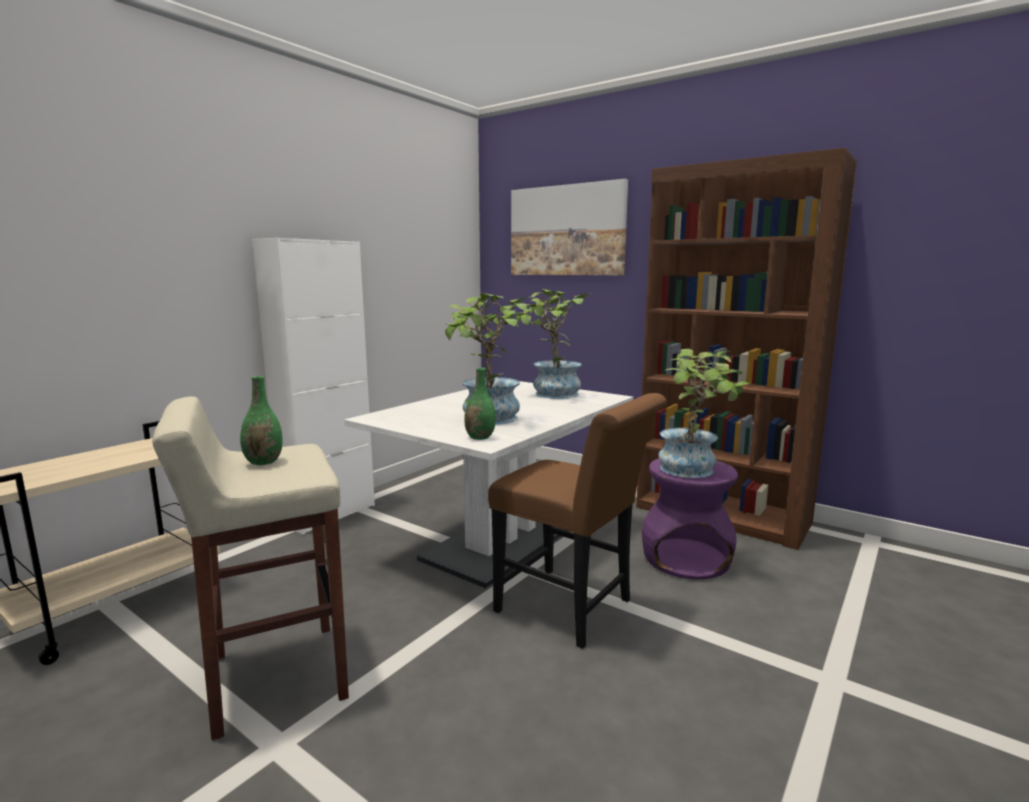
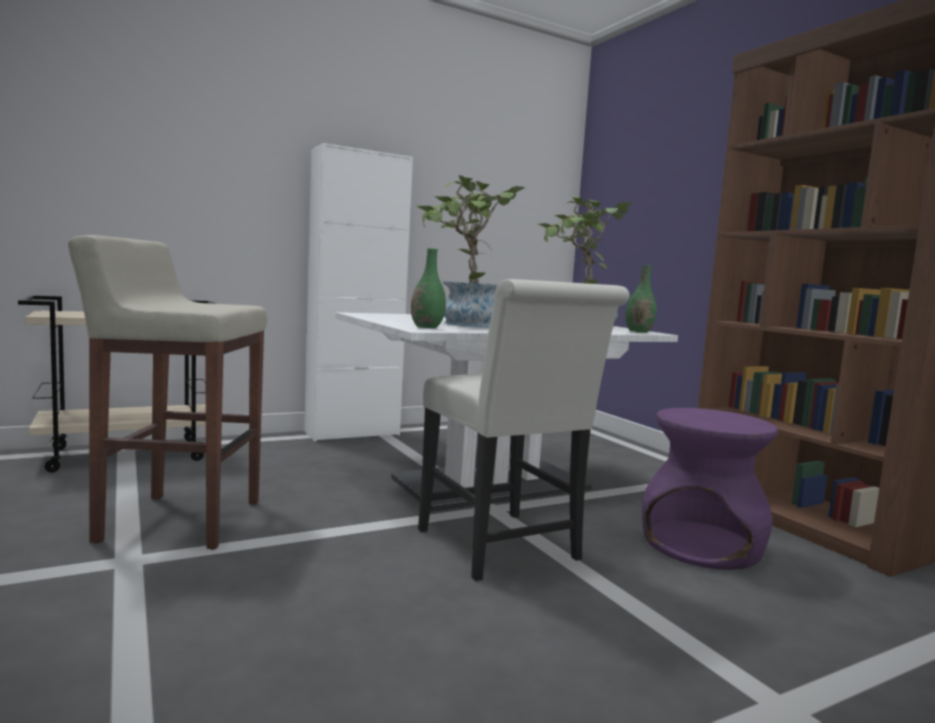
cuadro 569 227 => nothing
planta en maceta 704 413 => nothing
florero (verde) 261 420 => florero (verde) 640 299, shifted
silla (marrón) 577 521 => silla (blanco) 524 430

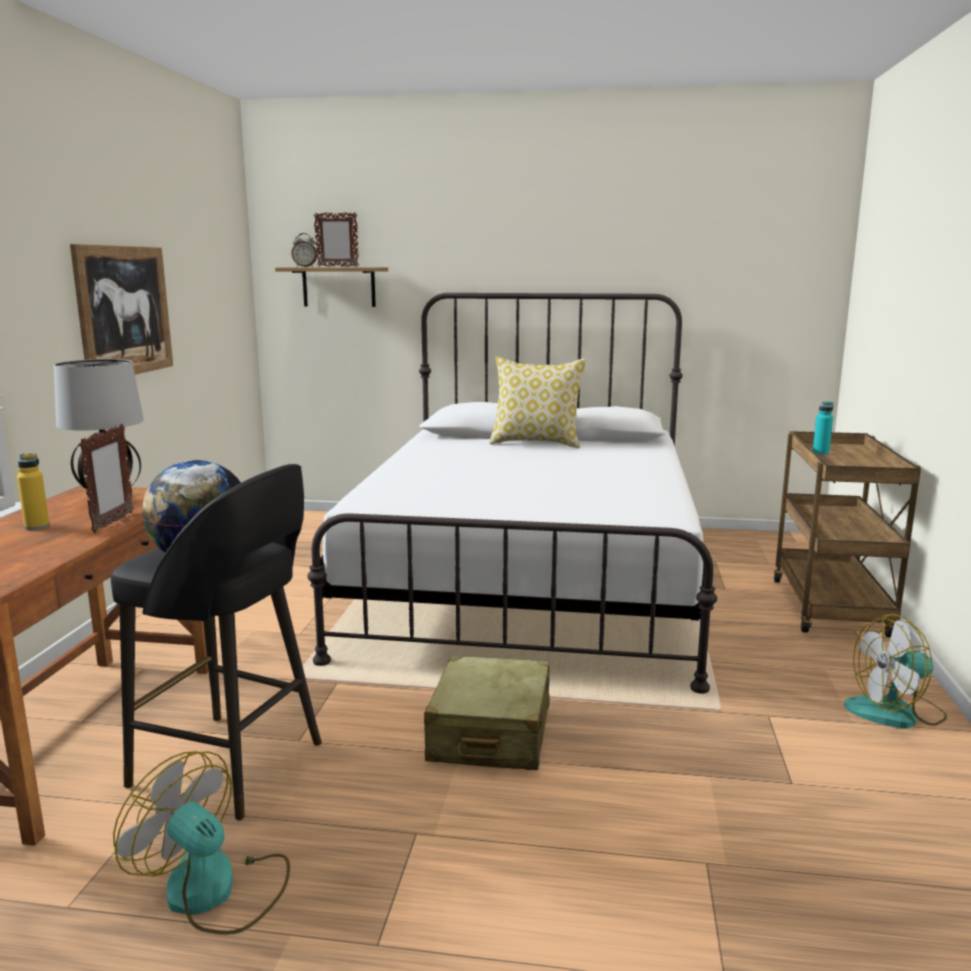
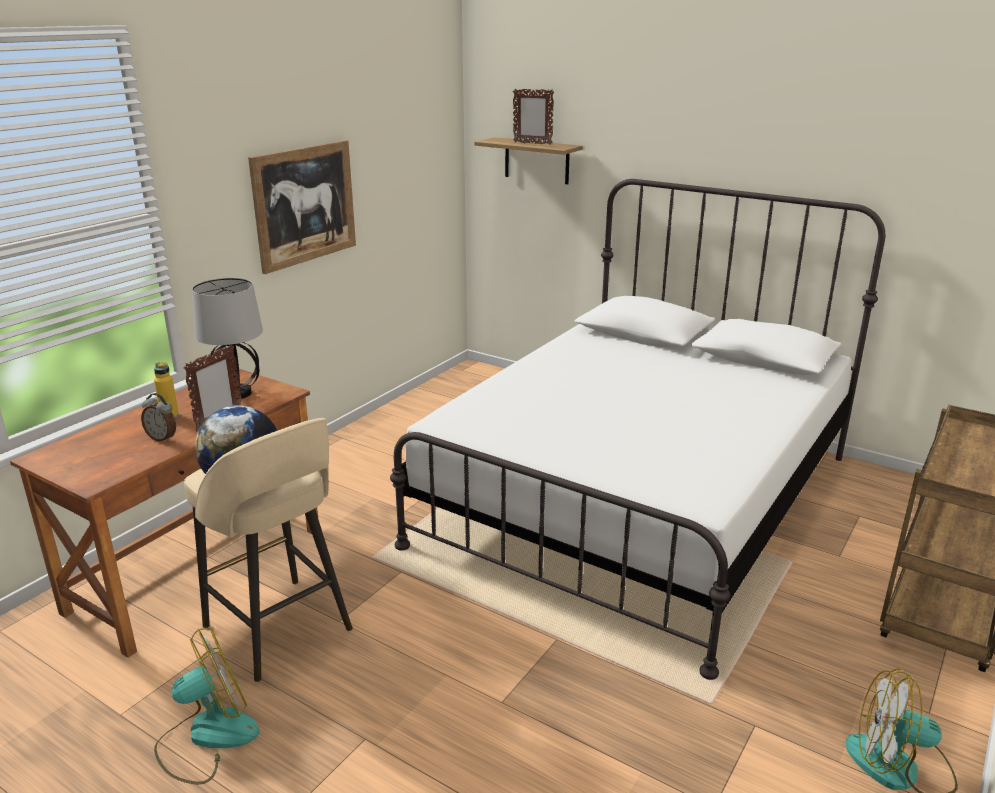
maleta (beis) 487 713 => nothing
cojín 538 402 => nothing
botella (turquesa) 823 428 => nothing
despertador 304 250 => despertador 158 417, shifted
taburete (negro) 216 642 => taburete (beis) 268 550
ventilador 201 843 => ventilador 206 706, 90 degrees clockwise

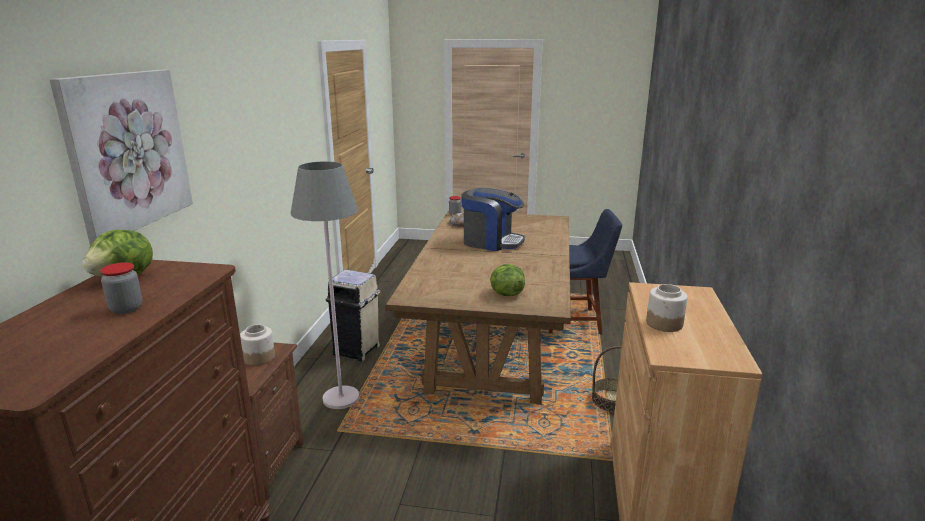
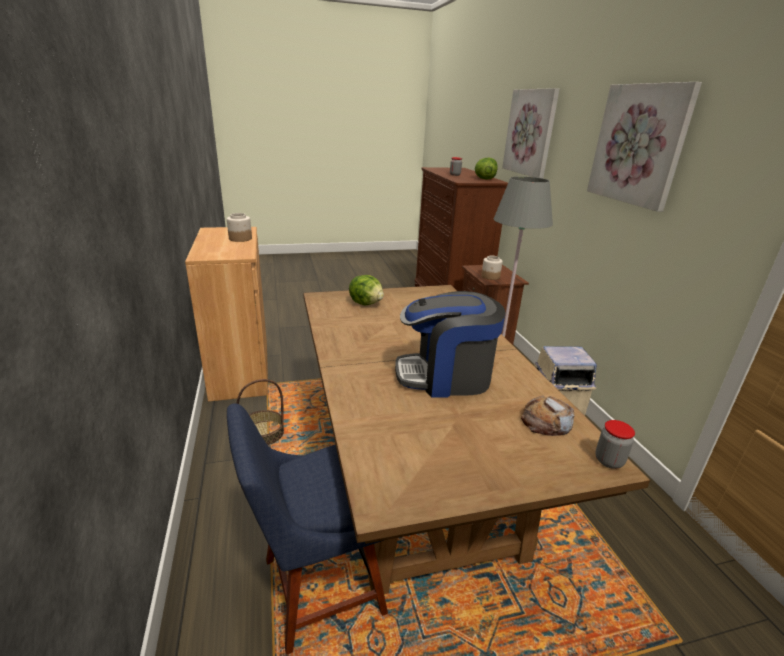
nothing => cuadro 644 147

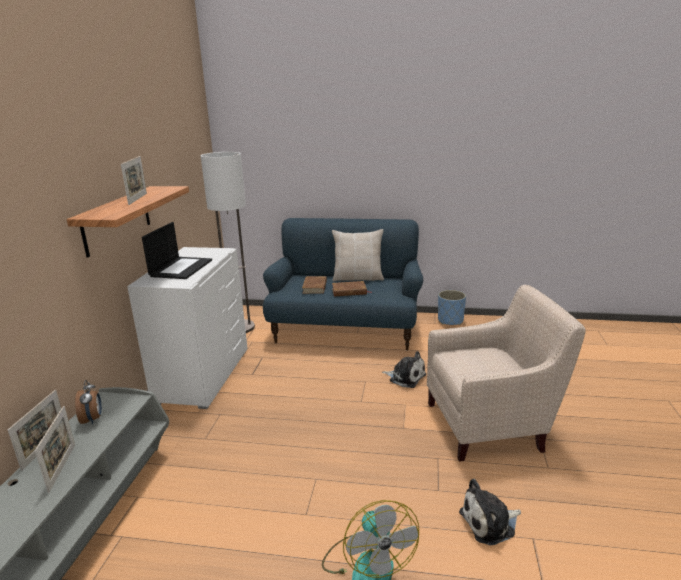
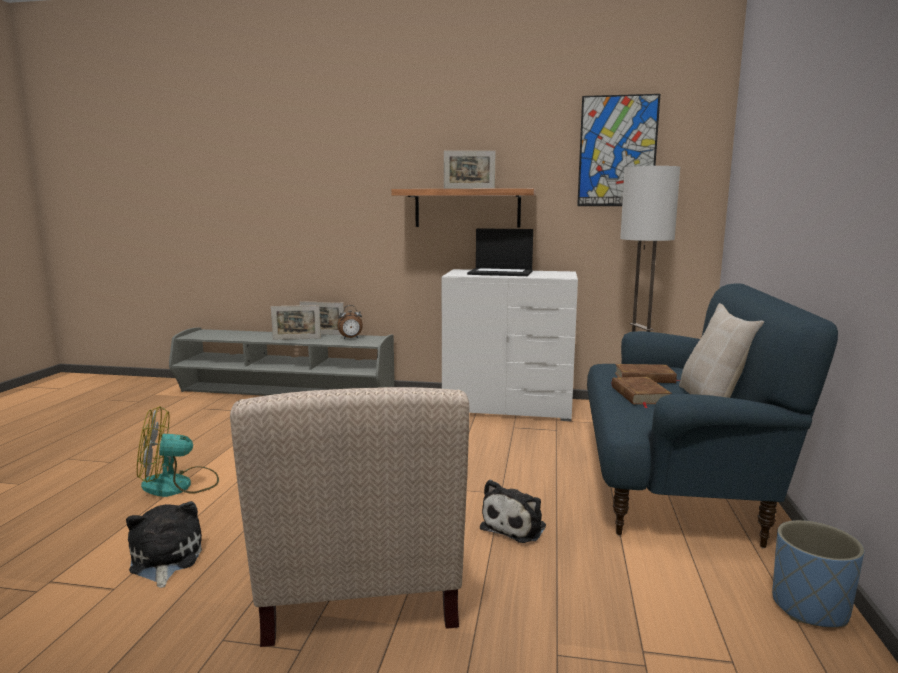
nothing => cuadro 618 150

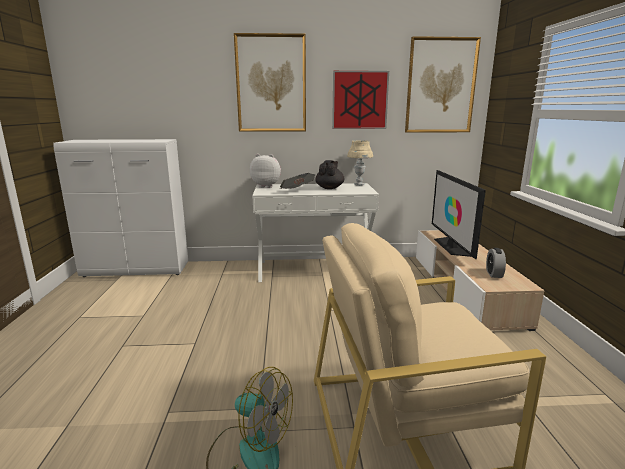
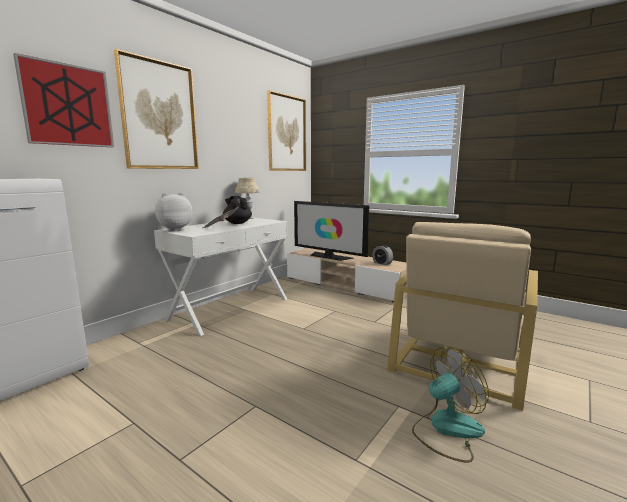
cuadro 360 100 => cuadro 63 100, shifted

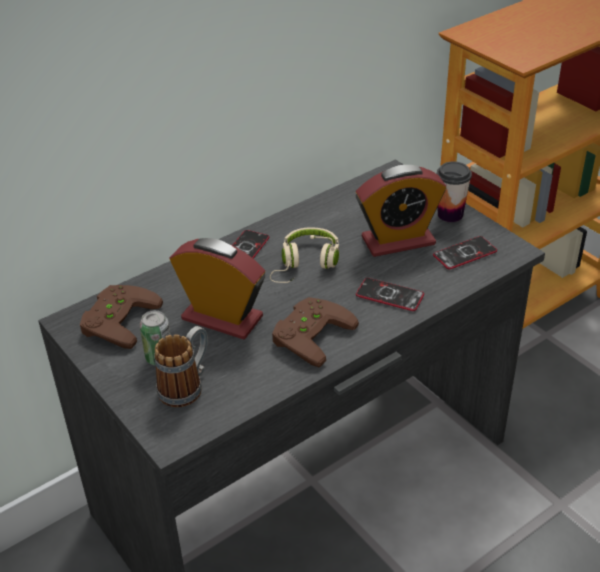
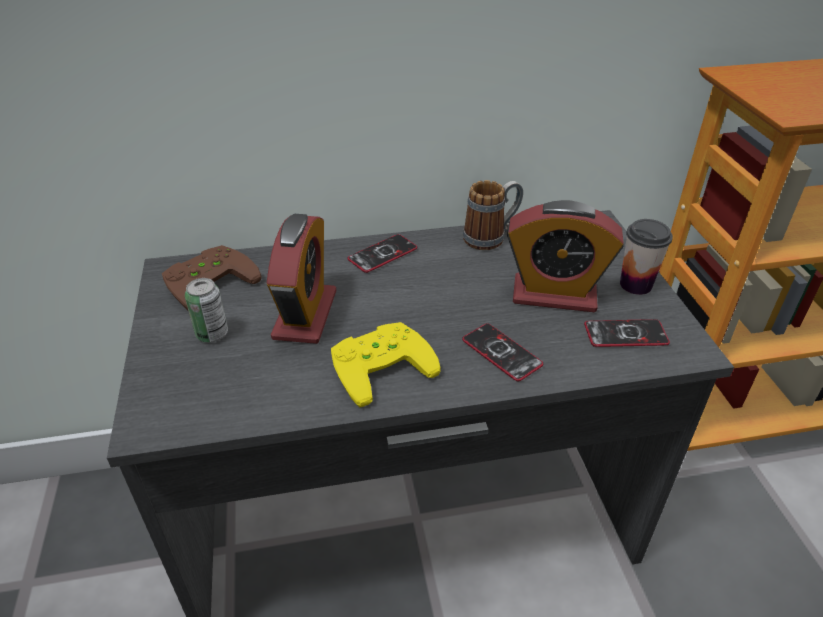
auriculares (beis) 304 255 => nothing
taza grande 181 366 => taza grande 493 215, shifted
mando de consola (marrón) 315 332 => mando de consola (amarillo) 386 364
despertador 217 288 => despertador 301 279, 45 degrees clockwise

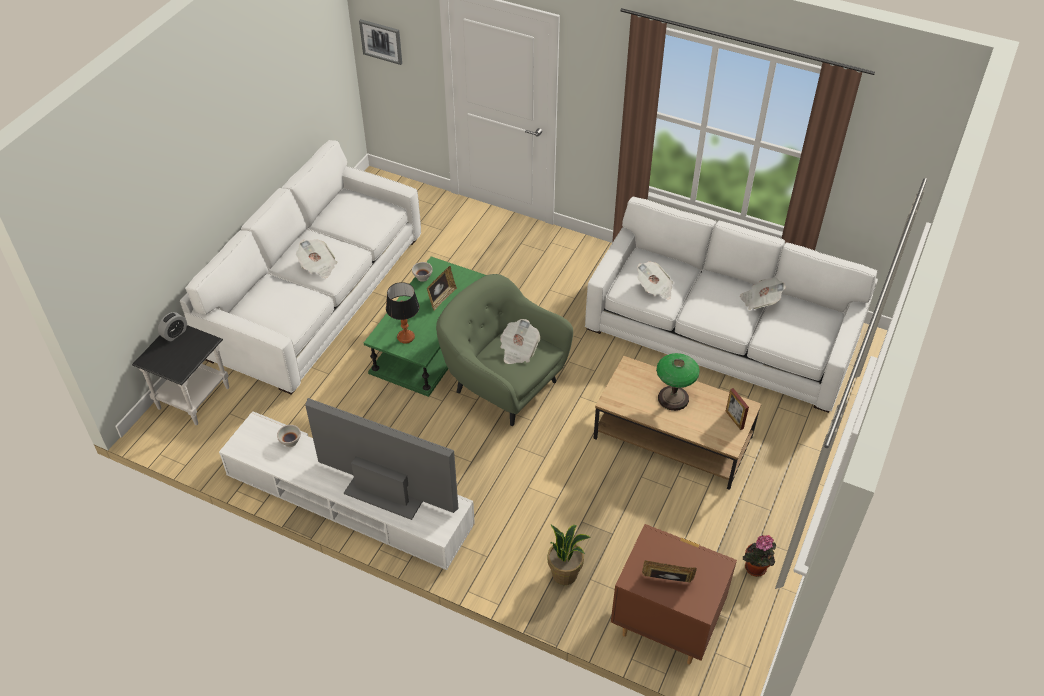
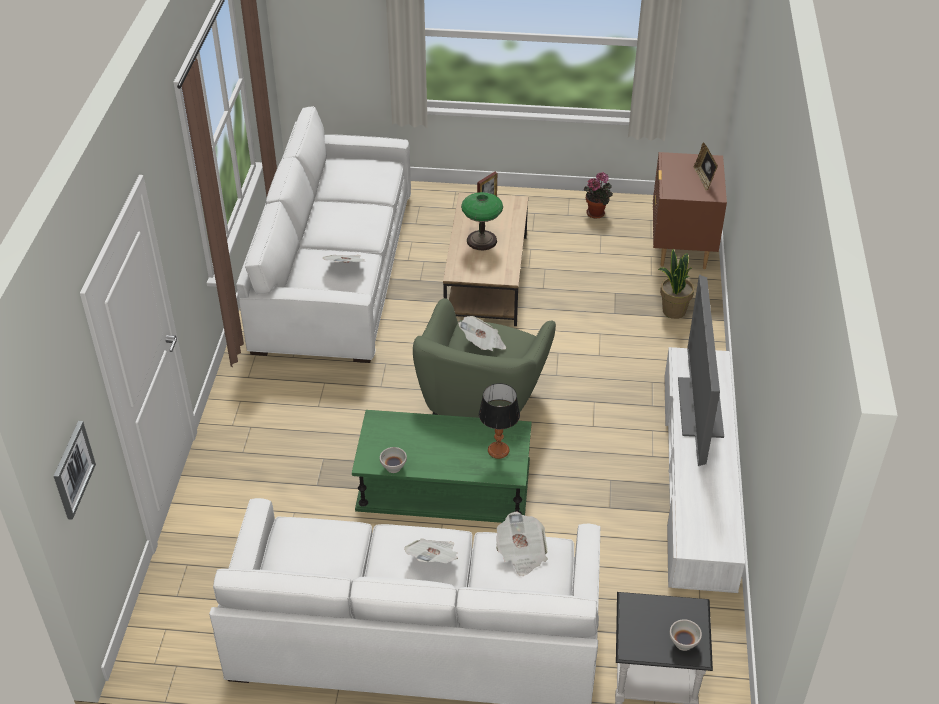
despertador 172 326 => nothing
portarretratos 442 288 => nothing
cuenco (blanco) 289 436 => cuenco (blanco) 686 635, shifted
periódico 763 294 => periódico 522 544, shifted

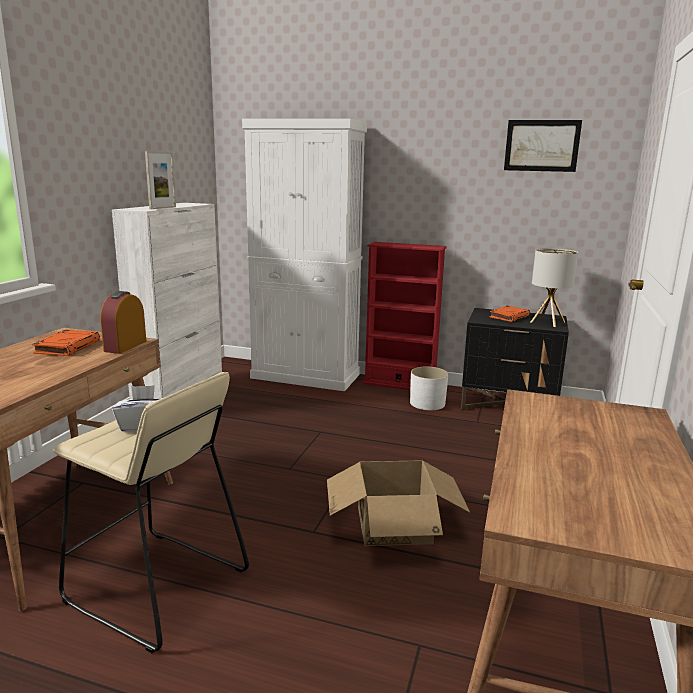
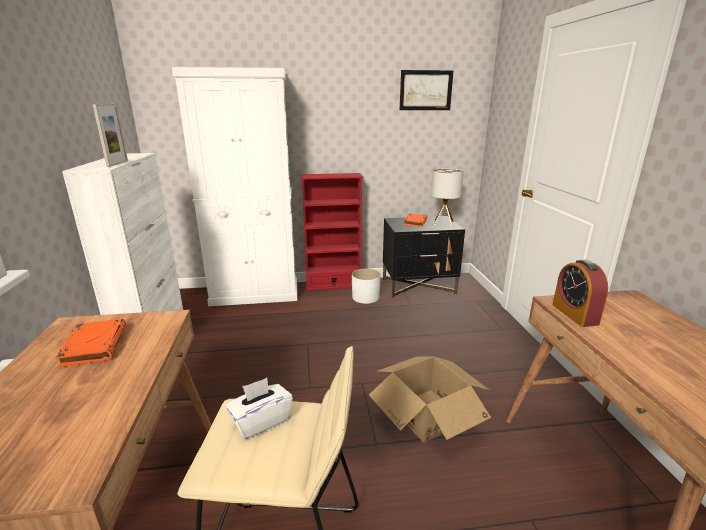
despertador 123 322 => despertador 580 293, shifted

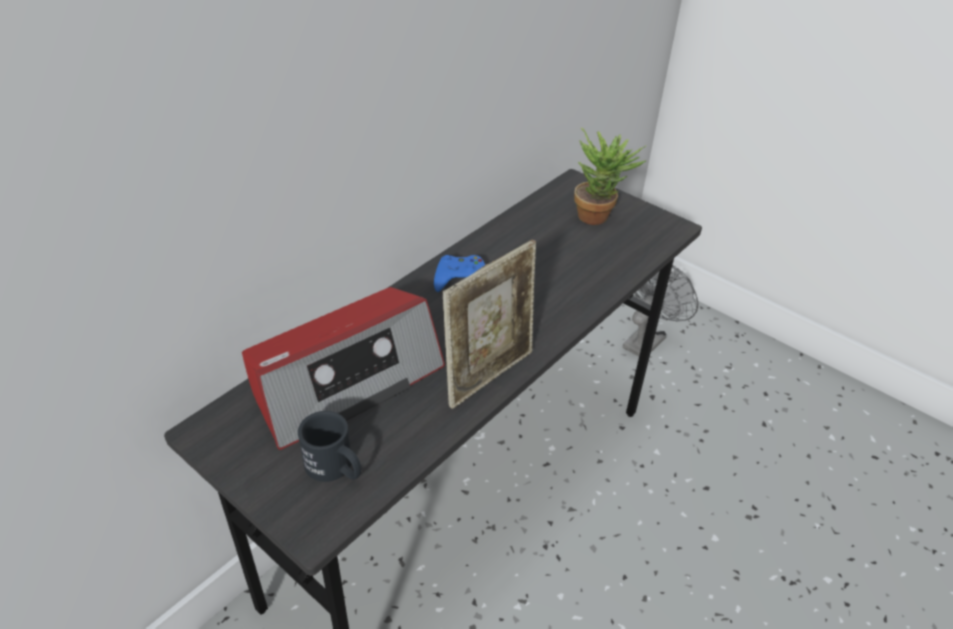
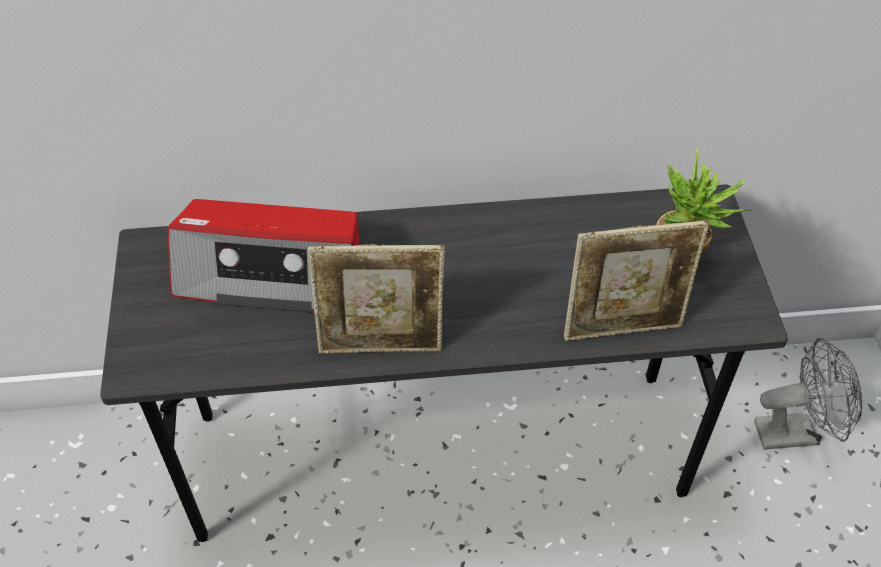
taza grande (negro) 330 446 => nothing
mando de consola (azul) 459 273 => nothing
nothing => portarretratos 637 280

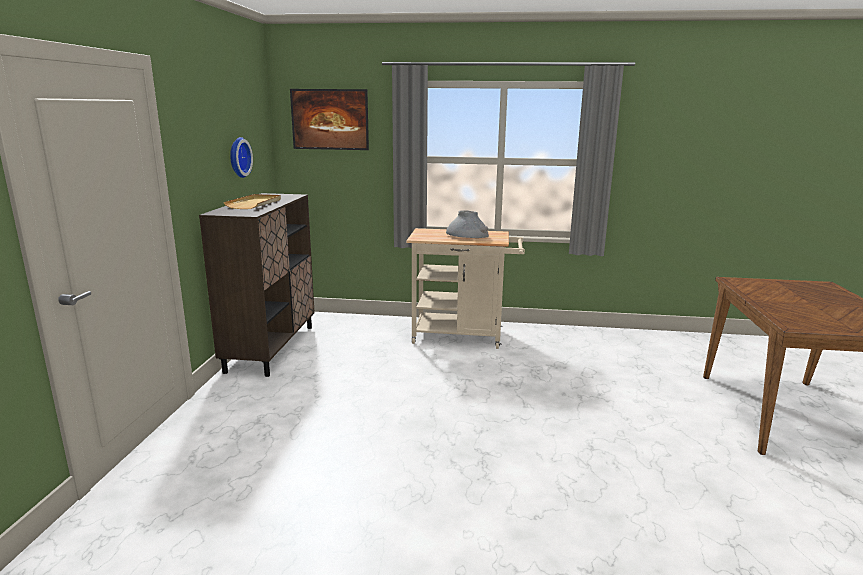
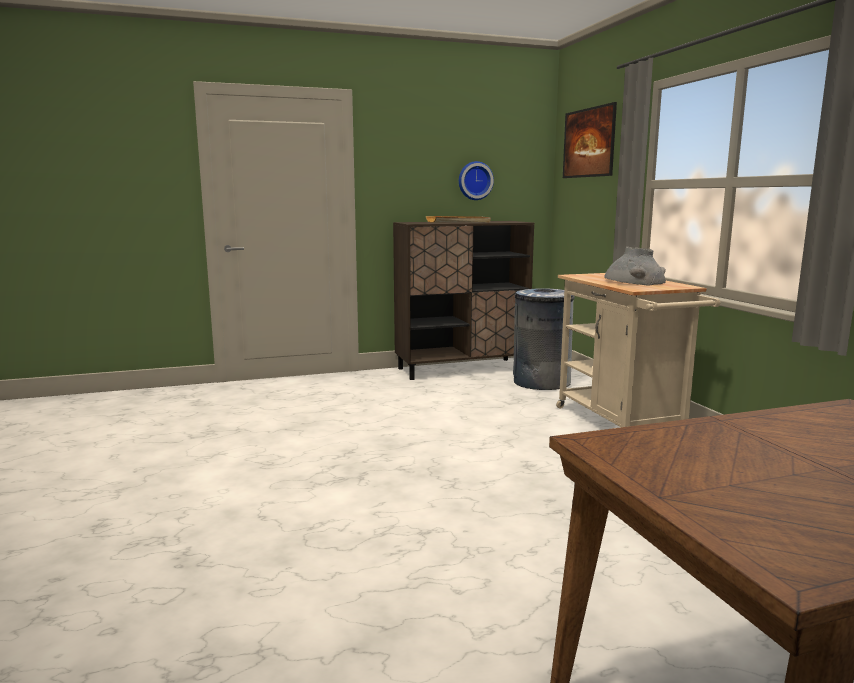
nothing => papelera (gris) 544 339

